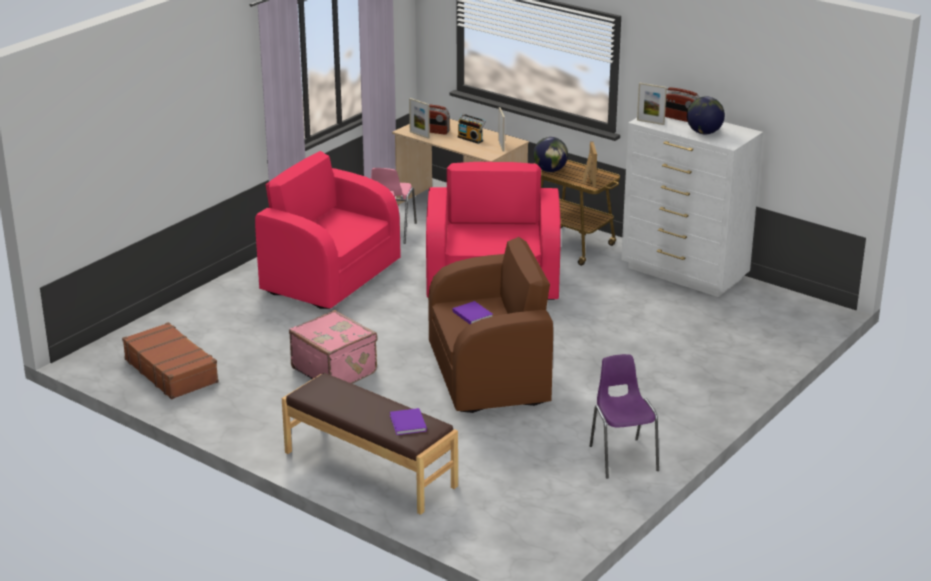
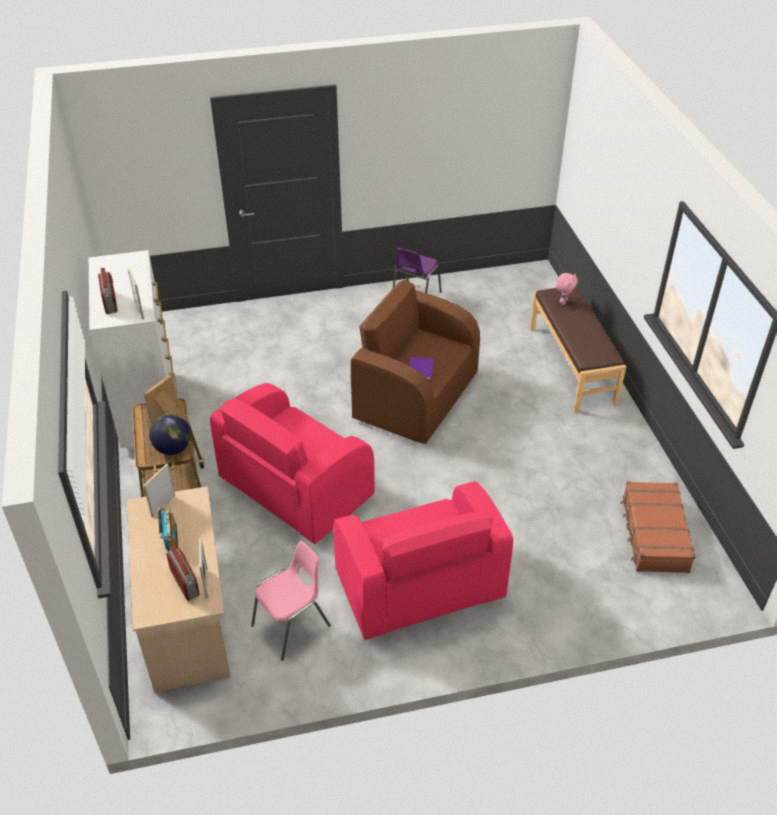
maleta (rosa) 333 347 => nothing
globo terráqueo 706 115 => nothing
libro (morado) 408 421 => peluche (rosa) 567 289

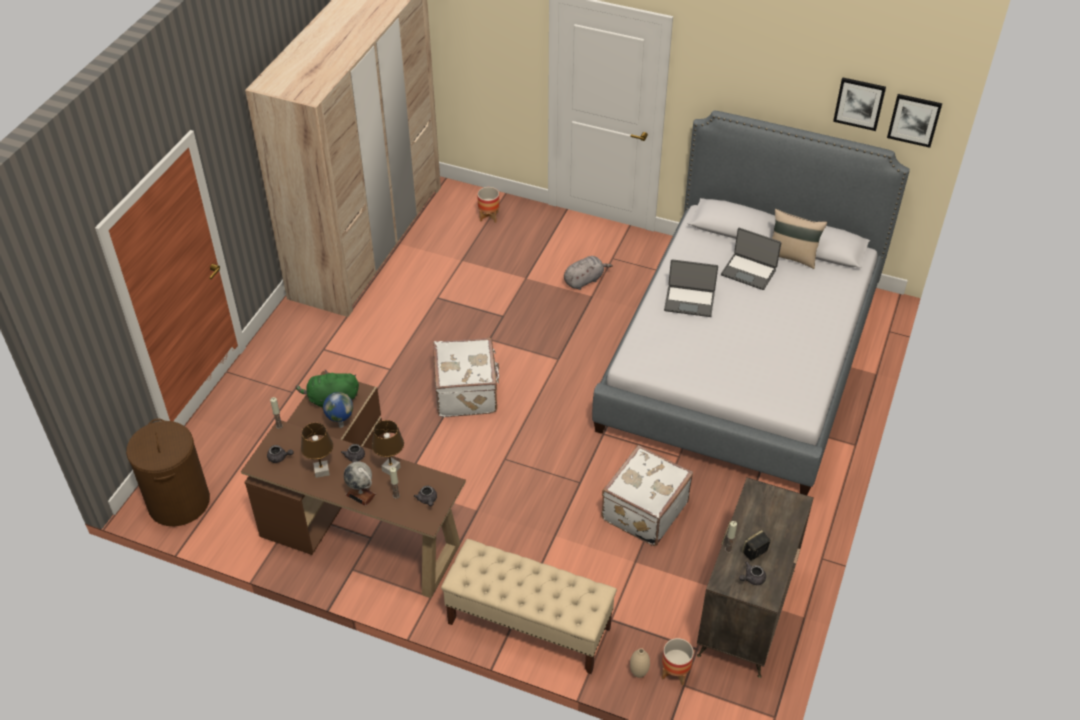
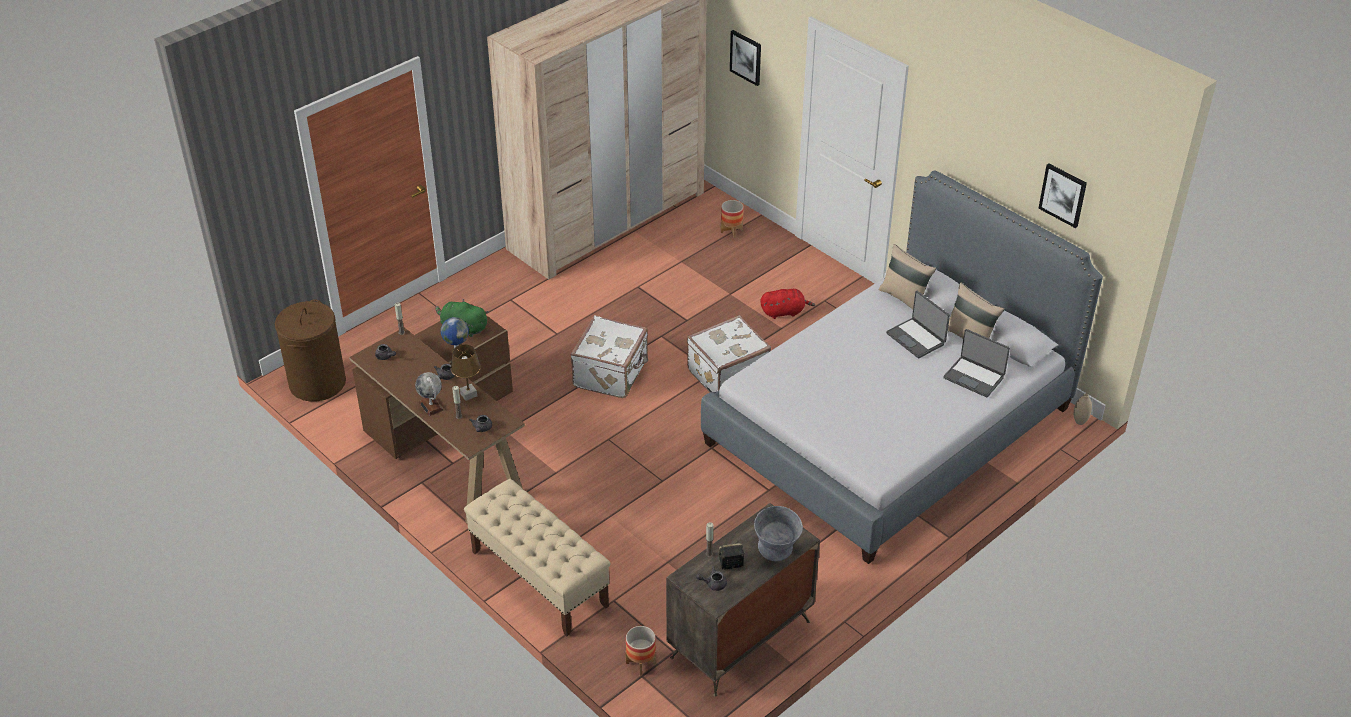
lámpara de mesa (marrón) 317 450 => nothing
nothing => cuenco (gris) 778 533
nothing => cojín (beis) 907 277
maleta (blanco) 647 495 => maleta (blanco) 729 354, shifted
florero (beis) 640 663 => florero (beis) 1083 409, shifted
portátil 691 288 => portátil 976 363, shifted
cuadro 914 121 => cuadro 745 58, shifted
peluche (gris) 588 273 => peluche (rojo) 787 304

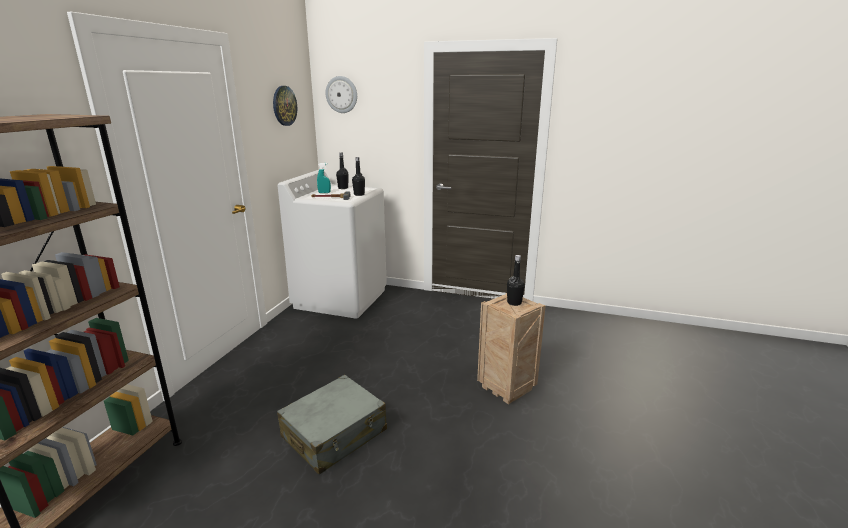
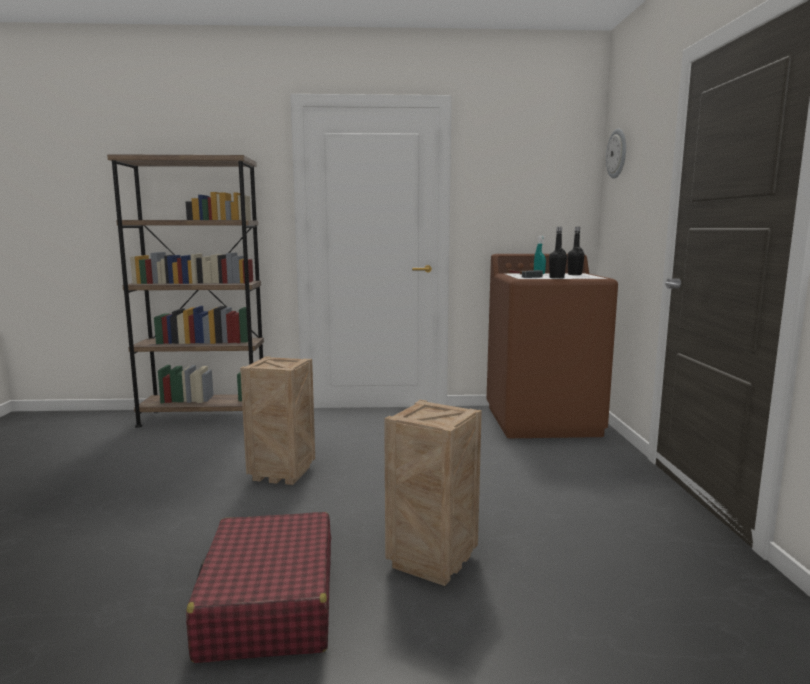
reloj de pared 285 106 => nothing
botella (negro) 516 280 => nothing
nothing => maleta (rojo) 258 587
maleta (gris) 332 424 => caja de embalaje 277 420
lavadora (blanco) 332 244 => lavadora (marrón) 552 346

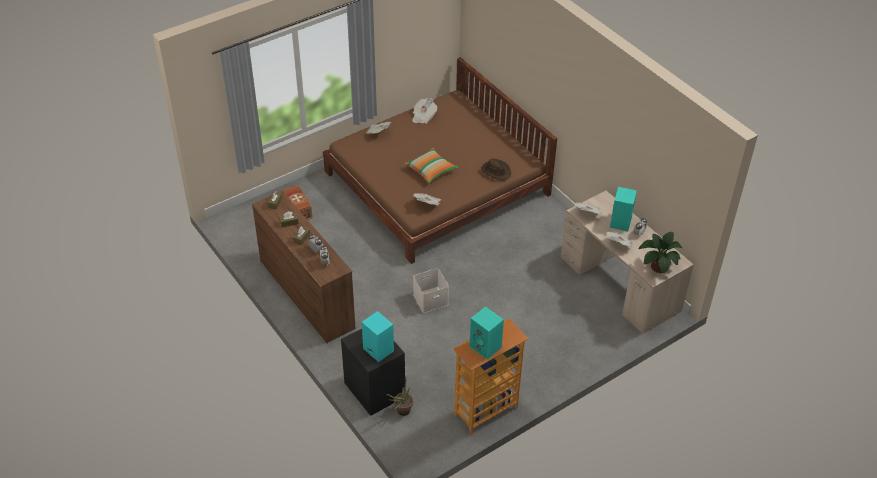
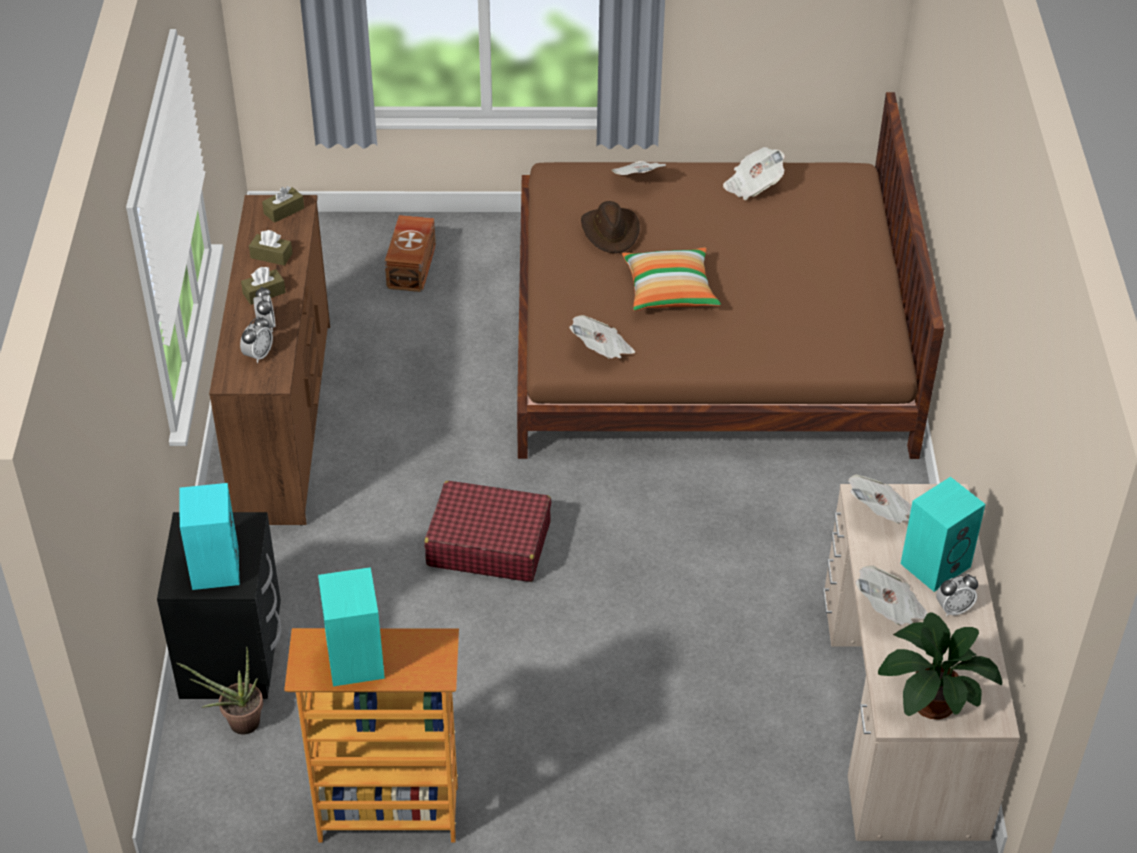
sombrero (marrón) 496 169 => sombrero (marrón) 610 227, shifted
caja de almacenaje (blanco) 431 290 => maleta (rojo) 487 531

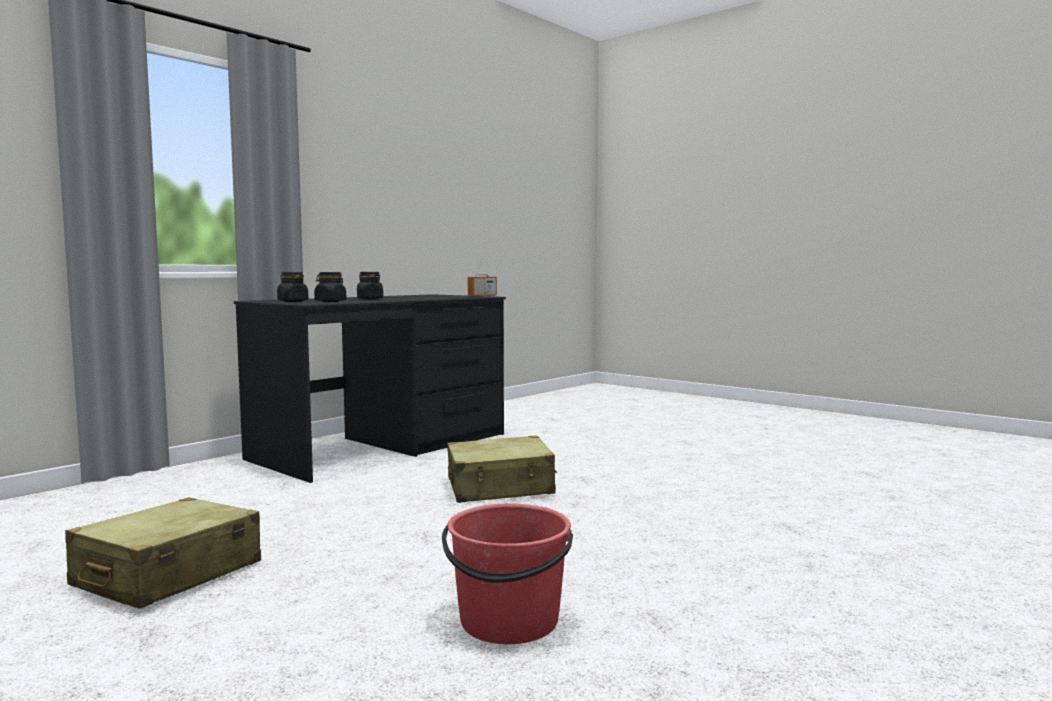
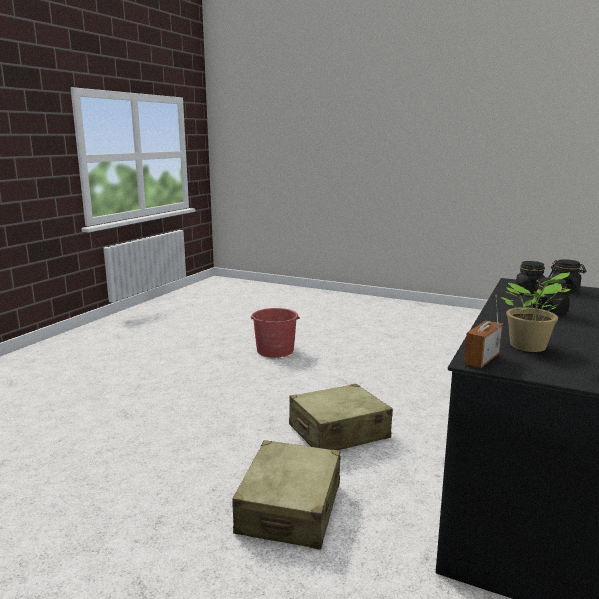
nothing => planta en maceta 535 312
maleta (beis) 163 553 => maleta (beis) 286 494, shifted

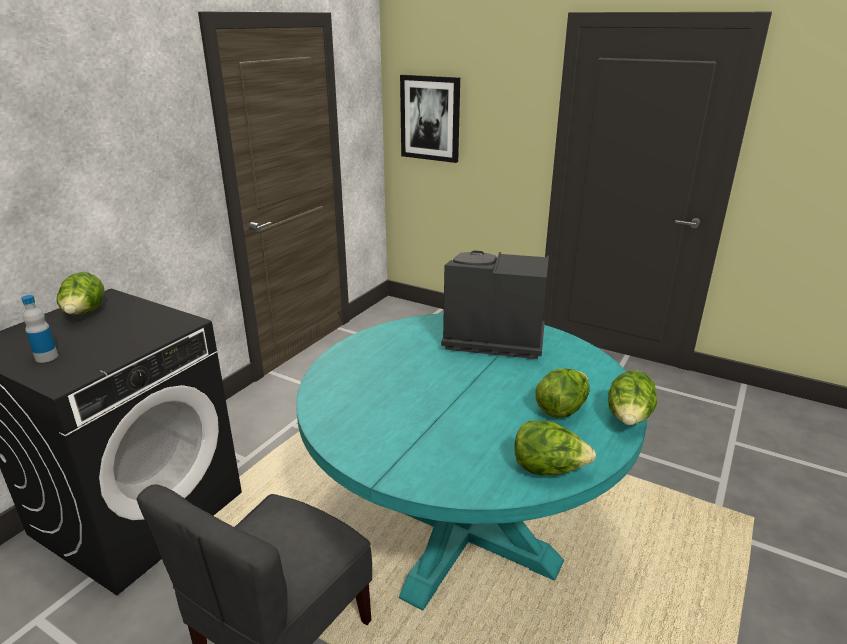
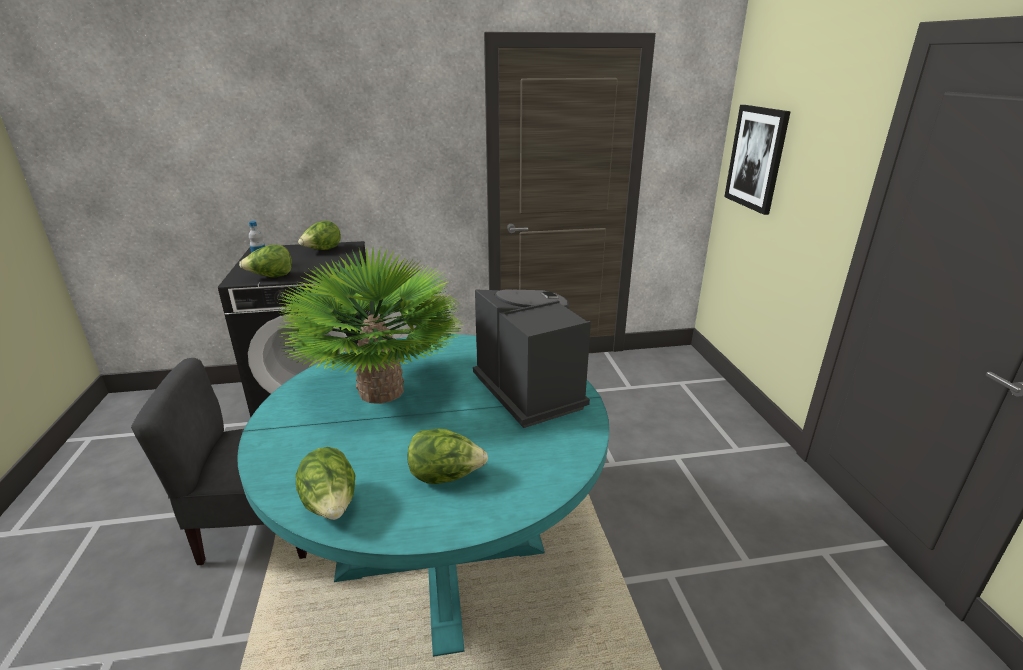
nothing => planta en maceta 371 326
lechuga 632 398 => lechuga 265 261, shifted

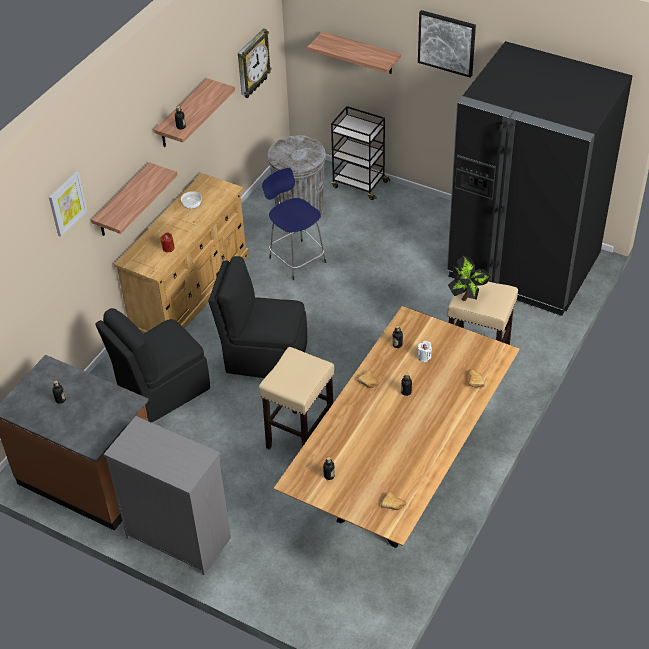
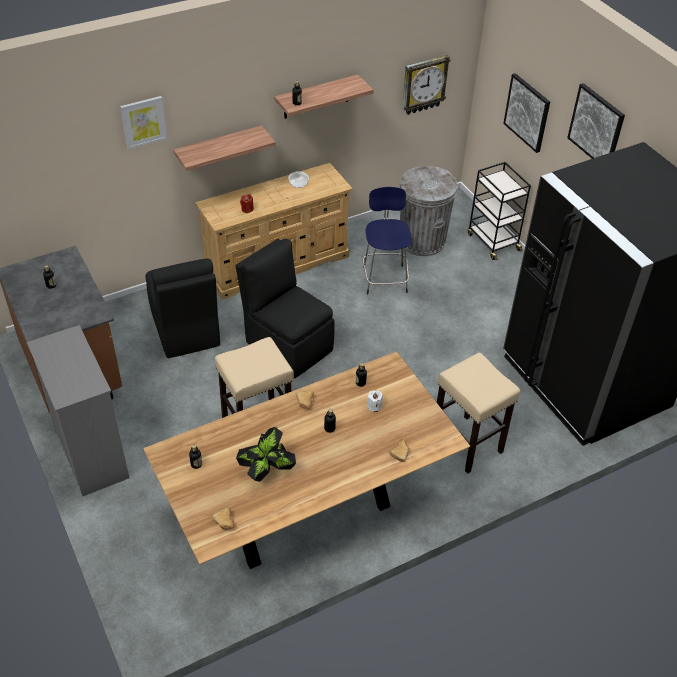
planta en maceta 469 278 => planta en maceta 266 454, shifted
estante 354 53 => cuadro 526 113
silla (negro) 152 365 => silla (negro) 182 308, 105 degrees counterclockwise

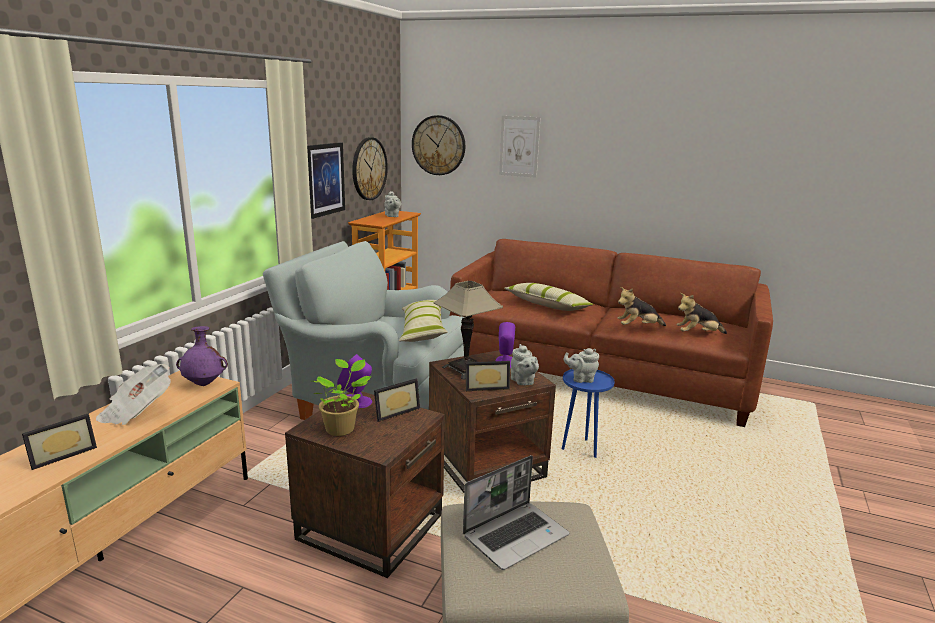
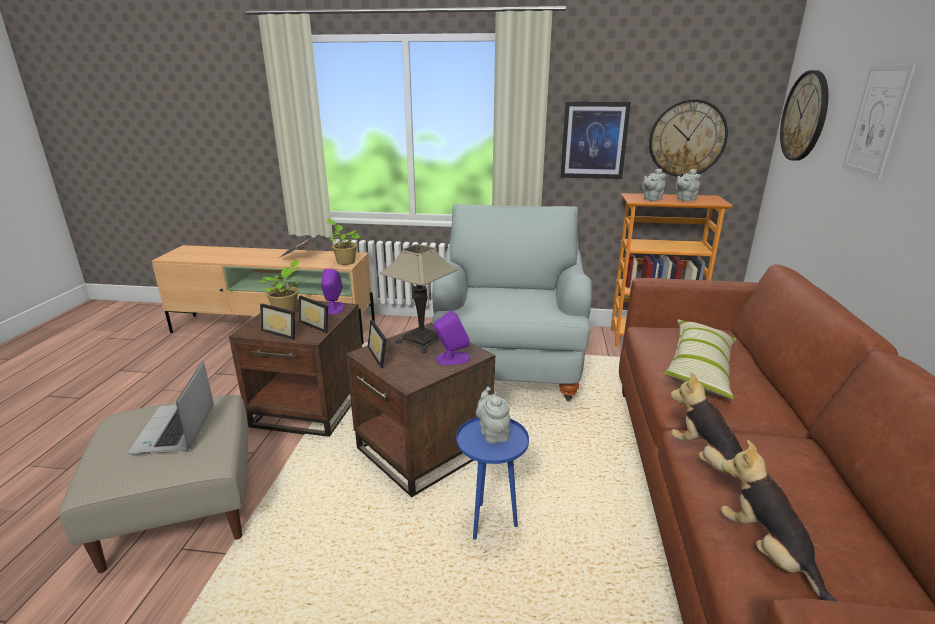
cojín 423 321 => nothing
portarretratos 59 442 => portarretratos 277 321, shifted
tetera (gris) 525 364 => tetera (gris) 654 185, shifted
florero (morado) 202 356 => planta en maceta 343 241
portátil 516 512 => portátil 170 408, 45 degrees clockwise

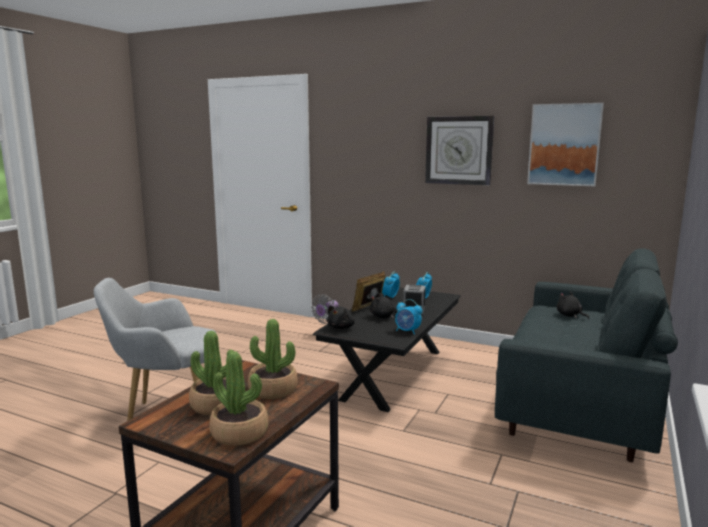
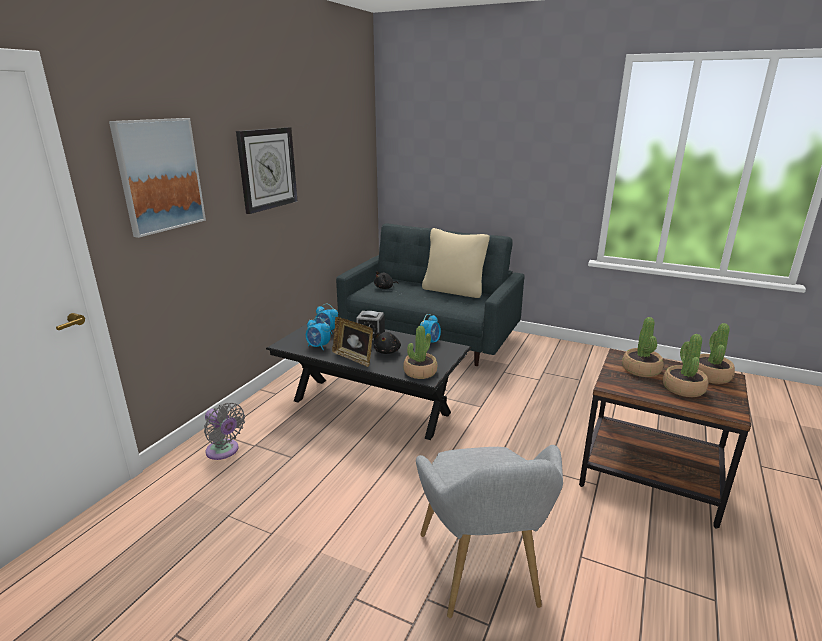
nothing => cojín (beis) 456 263
cuadro 565 144 => cuadro 157 178, shifted
peluche (negro) 341 317 => planta en maceta 420 352

